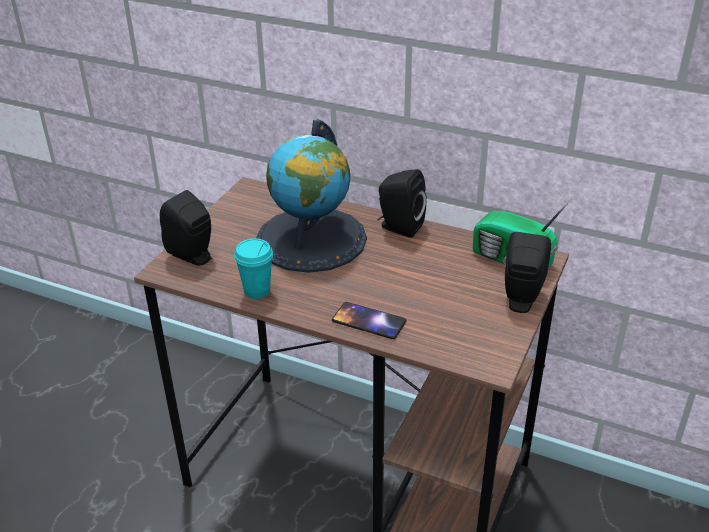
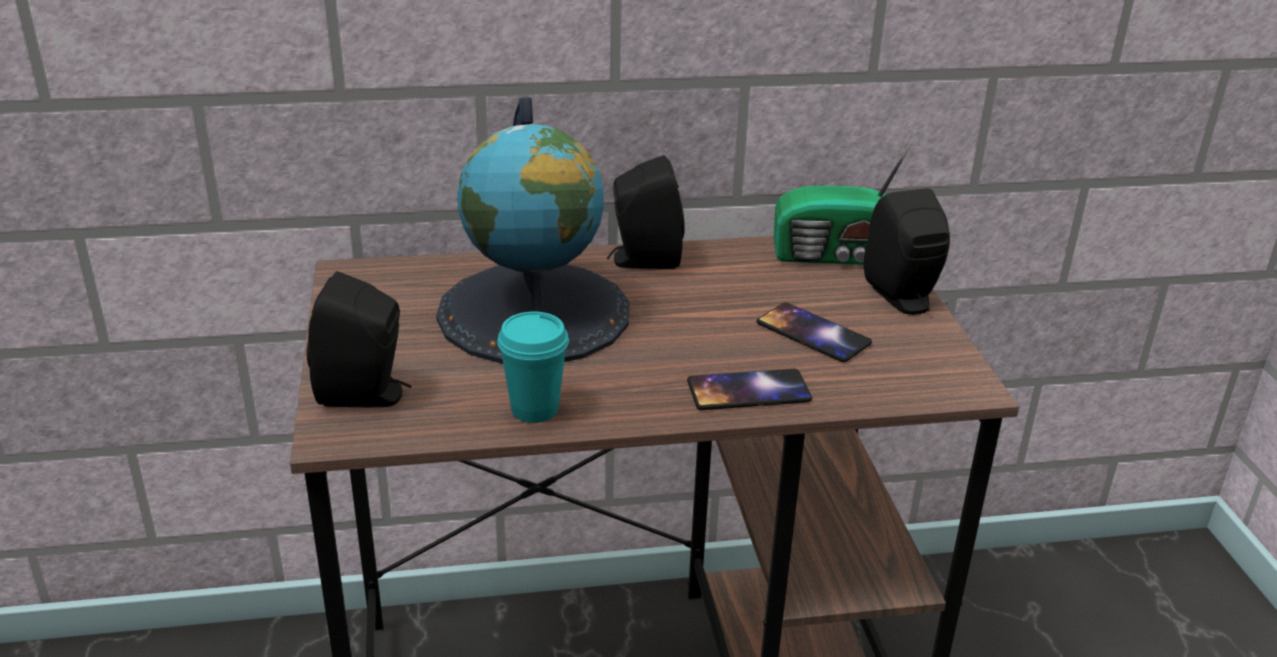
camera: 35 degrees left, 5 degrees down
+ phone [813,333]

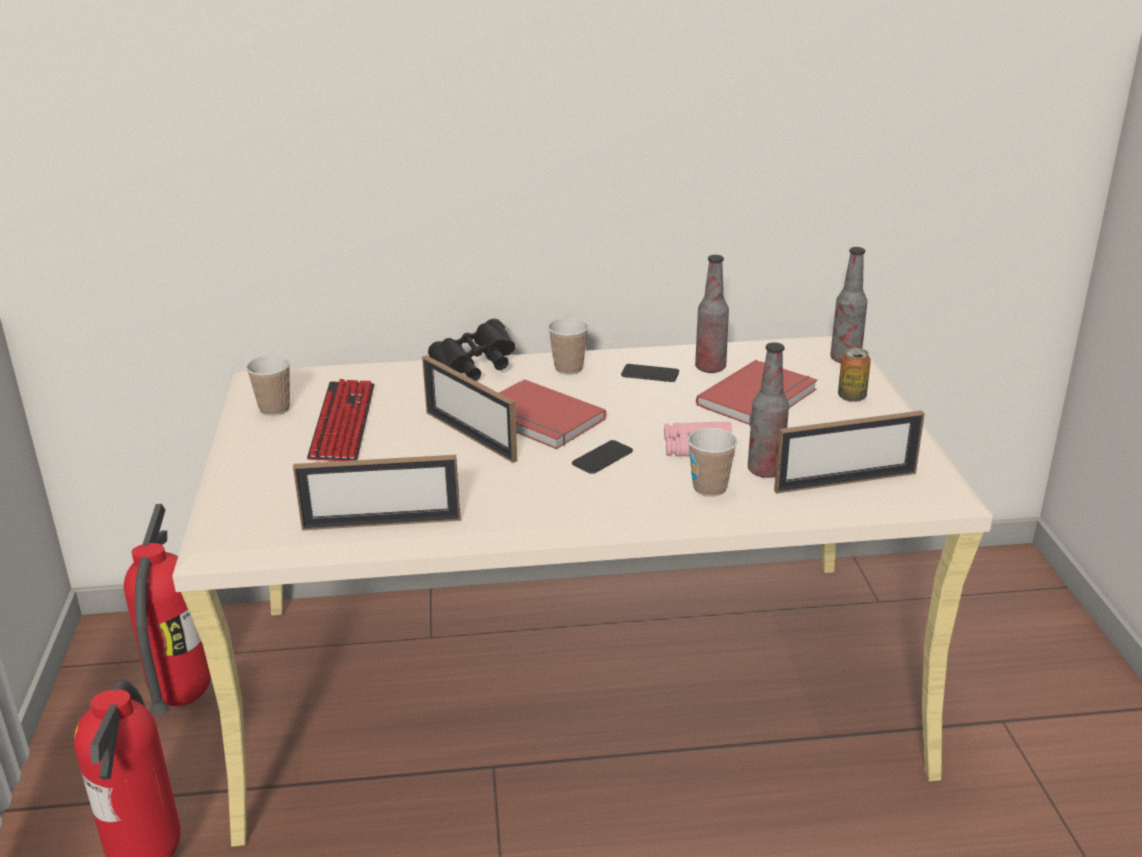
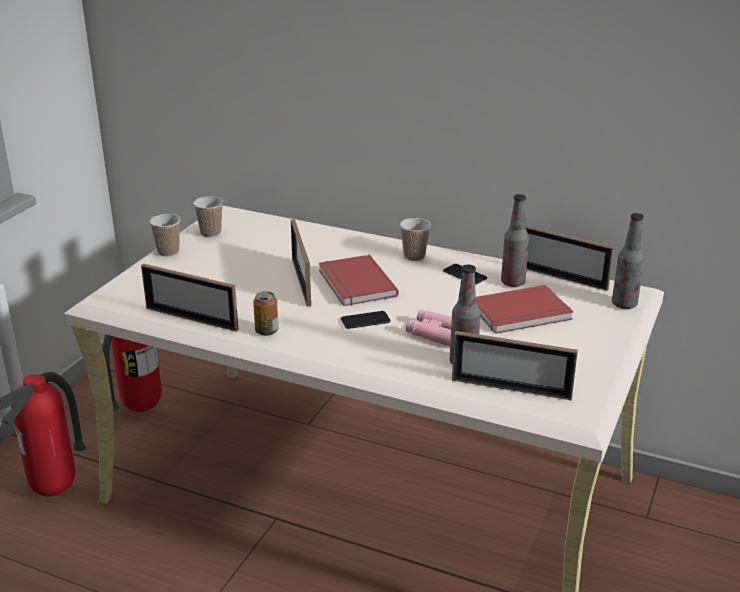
camera: 30 degrees right, 0 degrees up
~ cup [710,488] to [168,252]
~ can [851,397] to [267,331]
+ picture_frame [560,277]
- keyboard [343,423]
- black_binoculars [475,367]

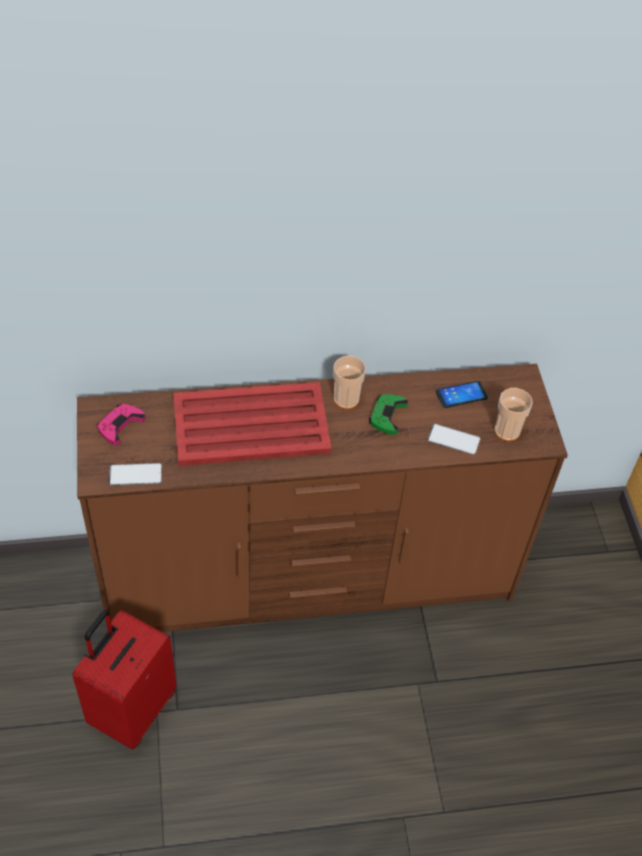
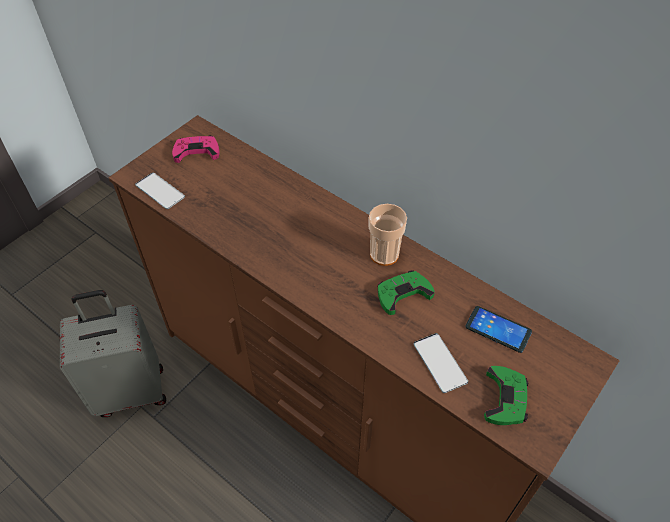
camera: 50 degrees right, 0 degrees up
~ red_suitcase [132,709] to grey_suitcase [131,390]
~ cup [507,431] to green_game_controller [505,399]
- red_tray [249,425]

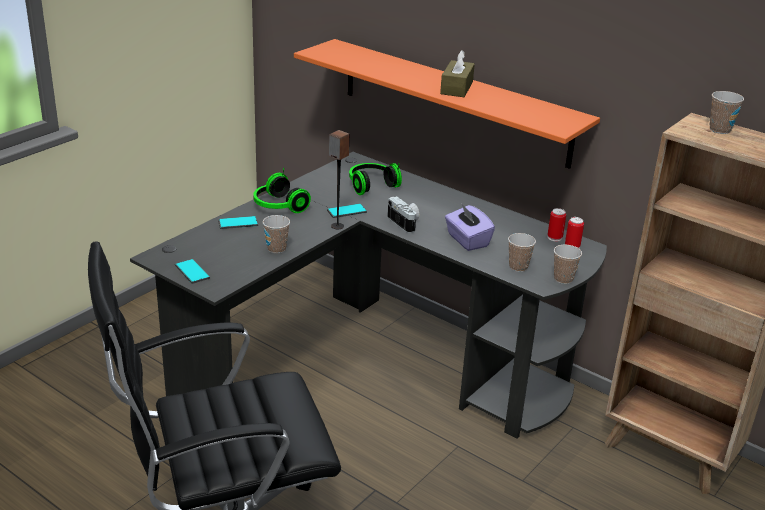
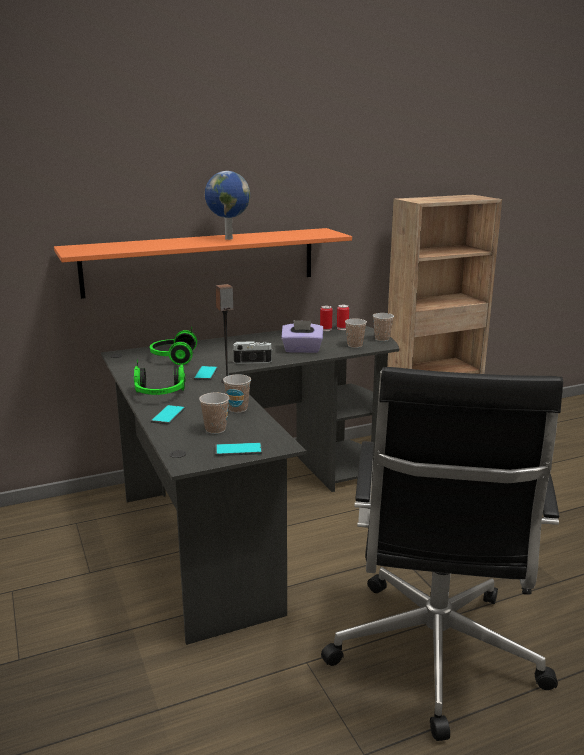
camera: 60 degrees left, 10 degrees down
~ cup [720,130] to [215,429]
~ brown_tissue_box [456,88] to globe [228,239]

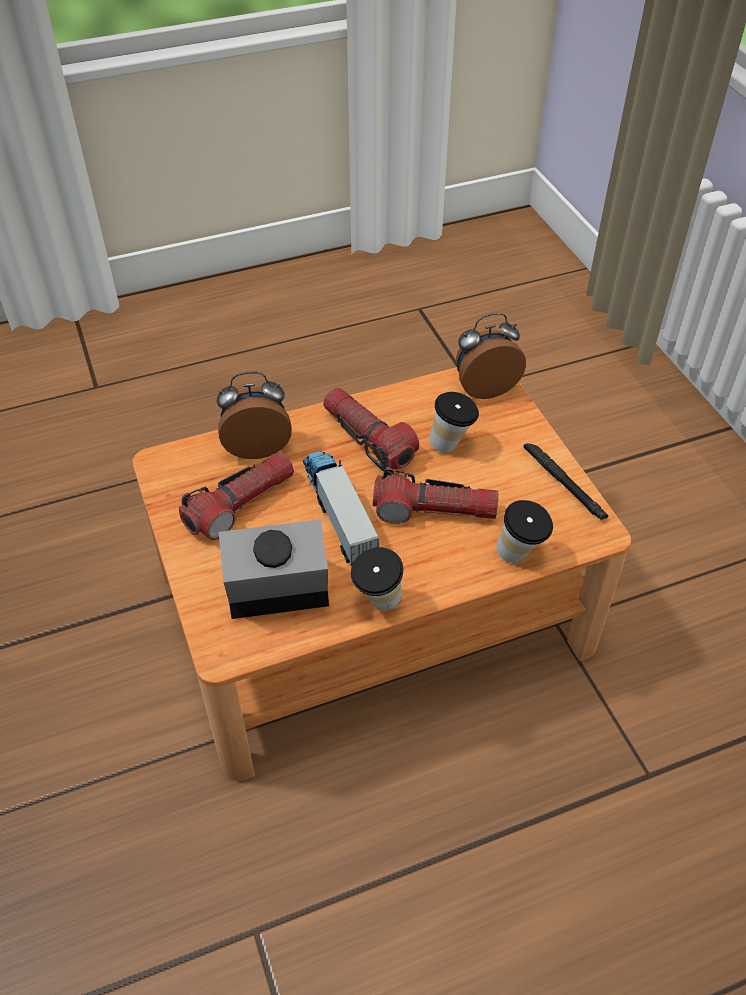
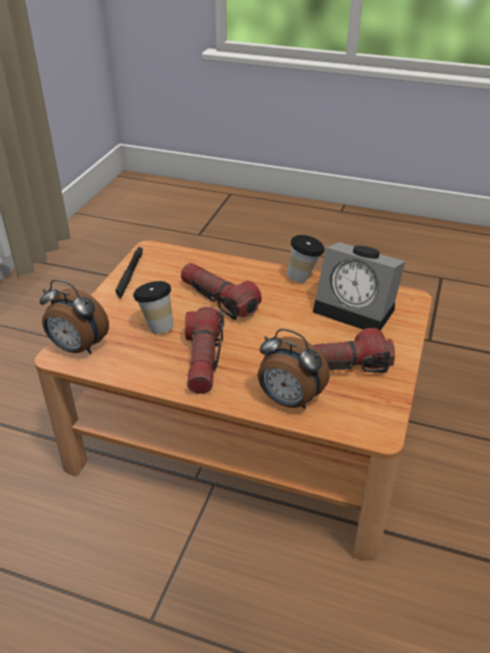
camera: 140 degrees left, 10 degrees down
- toy_truck [338,512]
- cup [520,556]

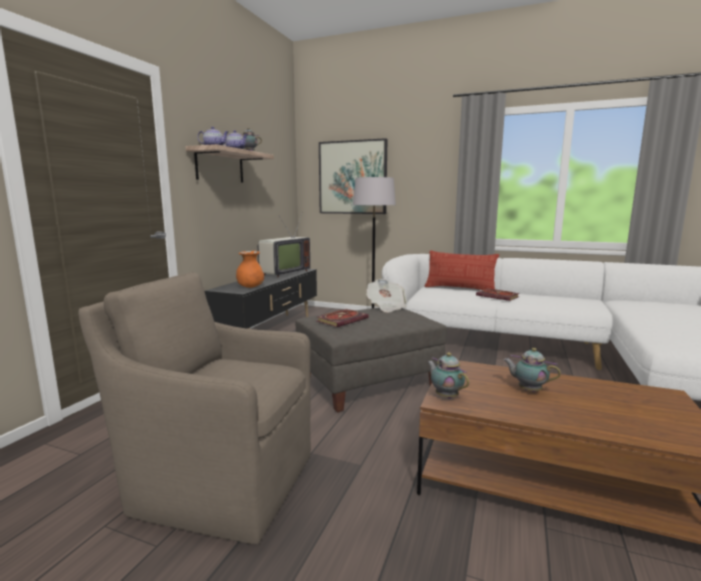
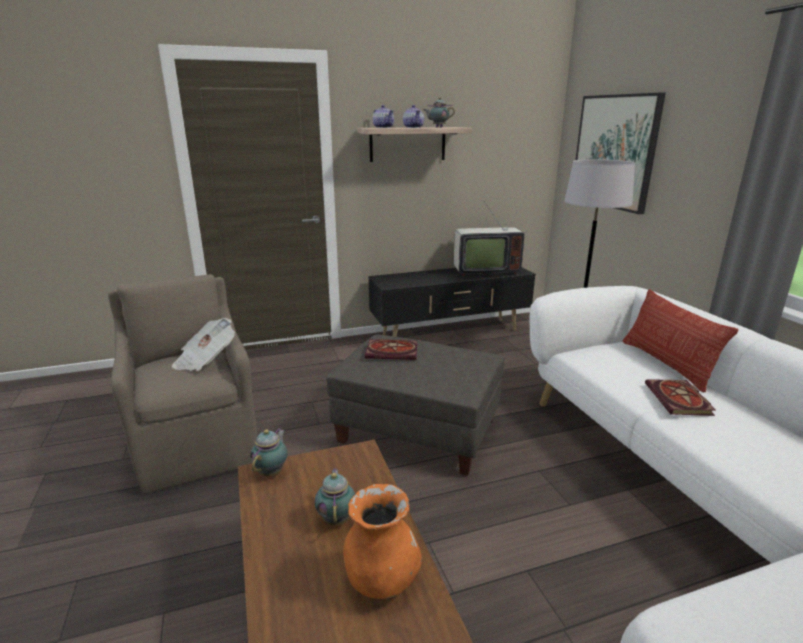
camera: 50 degrees right, 10 degrees up
~ newspaper [386,306] to [205,360]
~ orange_vase [250,287] to [381,579]

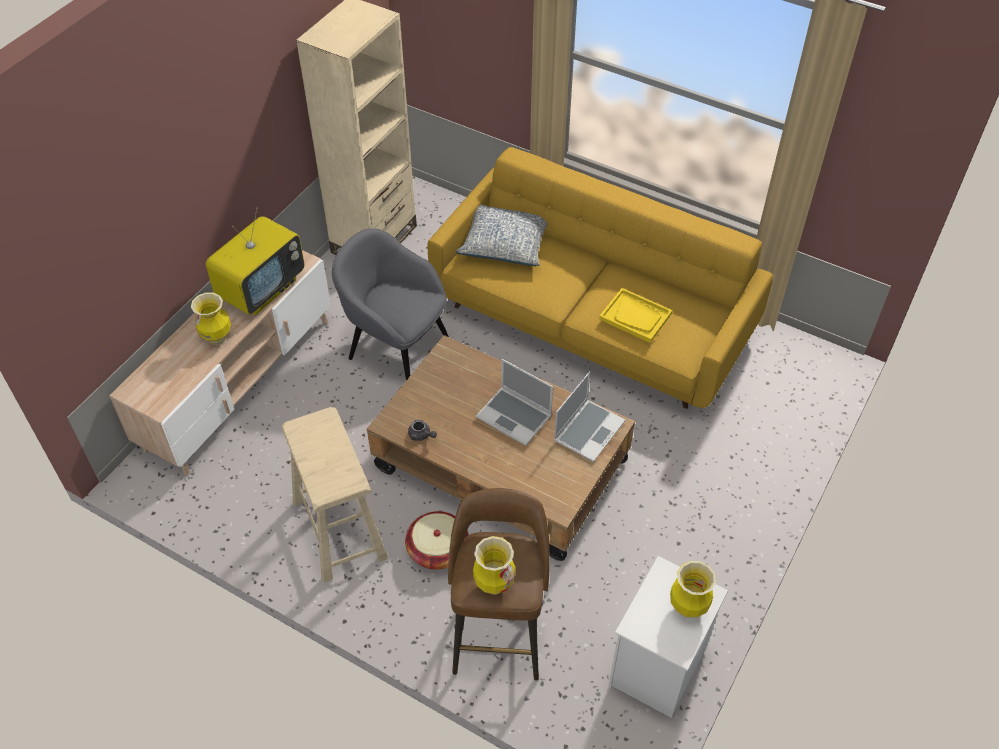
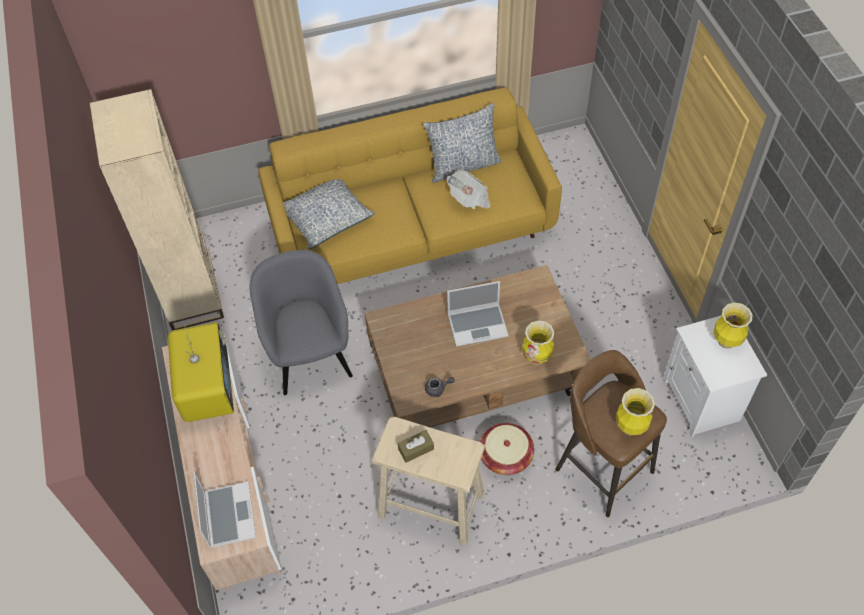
camera: 45 degrees left, 5 degrees up
~ laptop [588,430] to [228,515]
~ grey_armchair [397,347] = [310,355] 90 degrees clockwise
+ brown_tissue_box [416,449]
+ pillow [463,165]
~ yellow_tray [635,316] to newspaper [469,199]
~ vase [217,338] to [537,357]

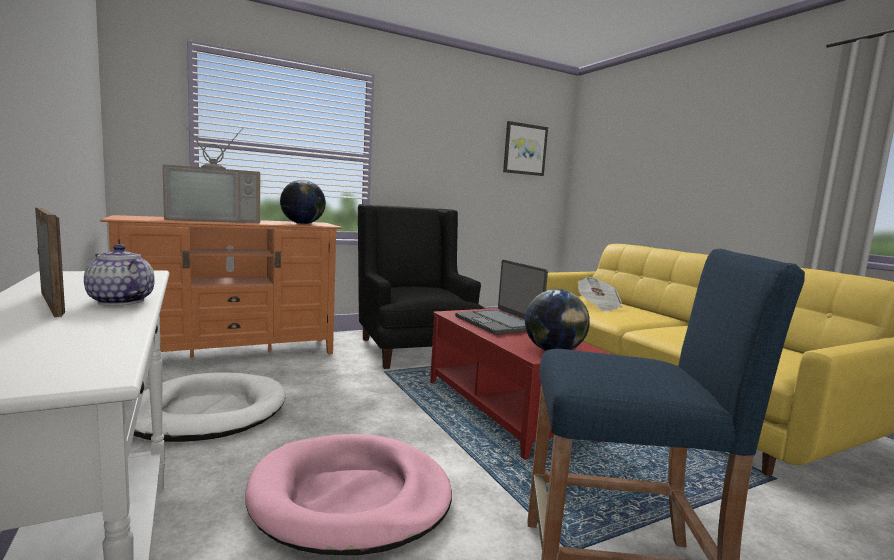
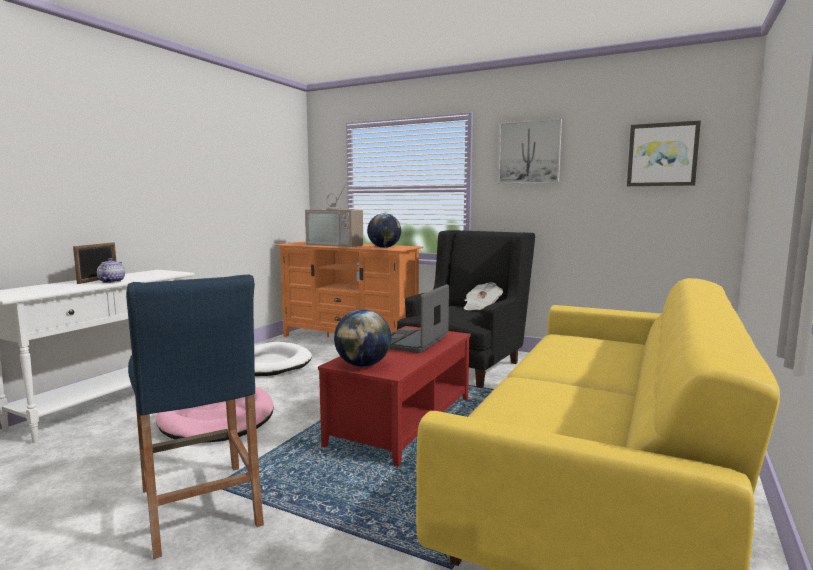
camera: 55 degrees right, 0 degrees up
~ newspaper [598,306] to [481,307]
+ picture [529,152]

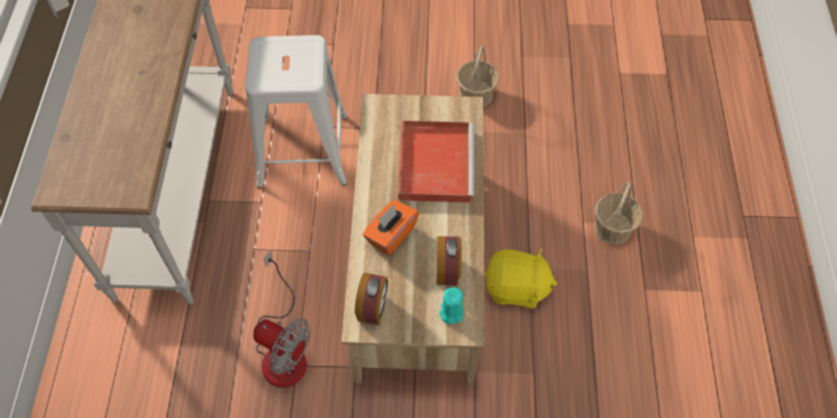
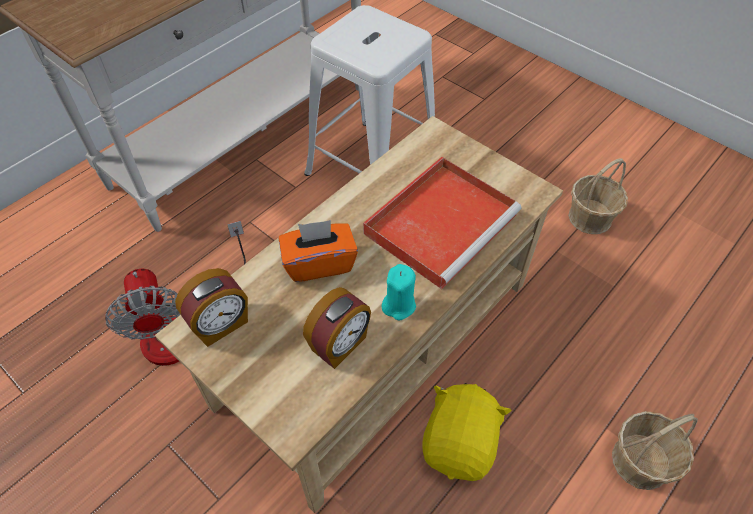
camera: 40 degrees right, 5 degrees down
~ turquoise_candle [451,312] to [399,305]
~ yellow_plush_toy [516,288] = [460,443] 120 degrees counterclockwise

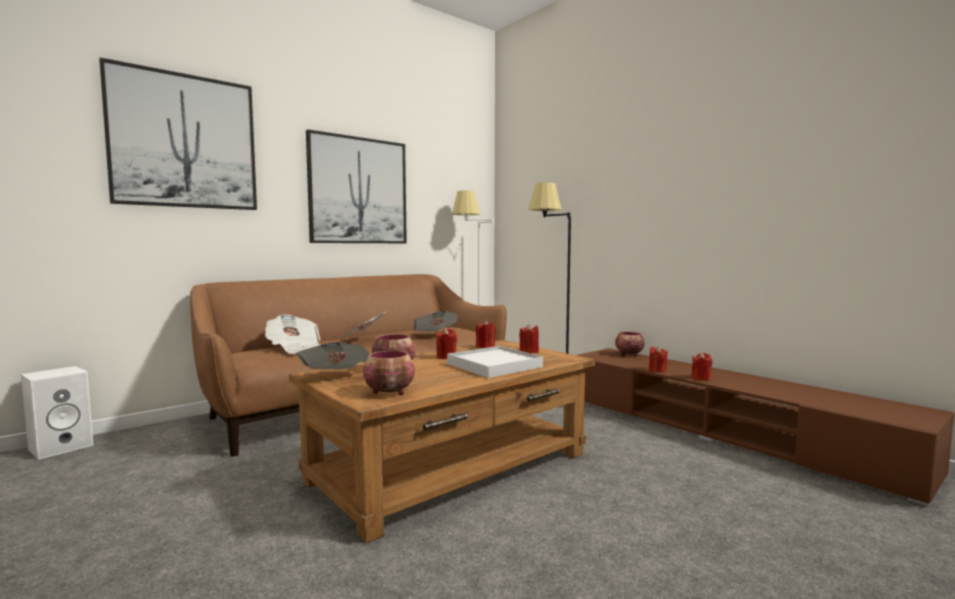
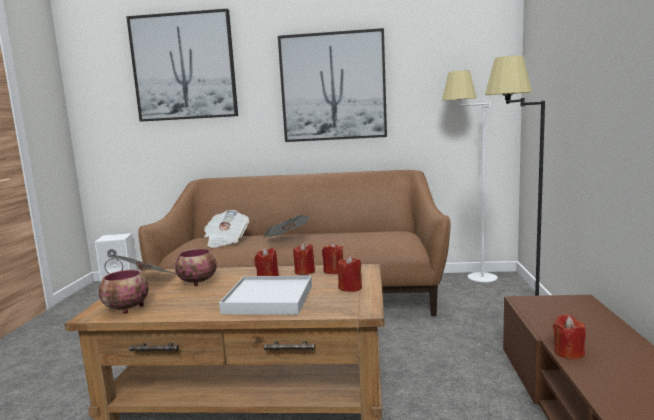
camera: 45 degrees right, 5 degrees up
~ red_candle [701,378] to [304,272]
- newspaper [435,335]
- bowl [629,354]

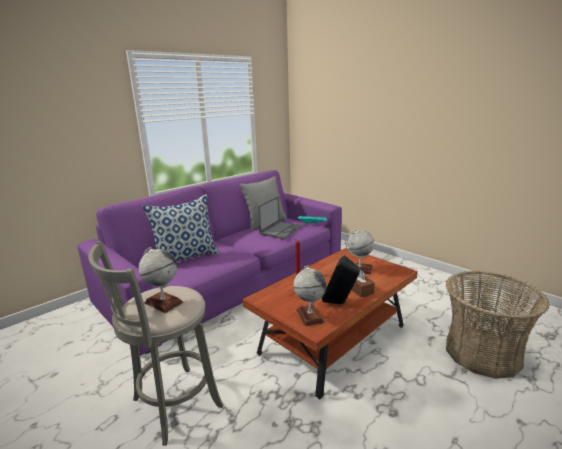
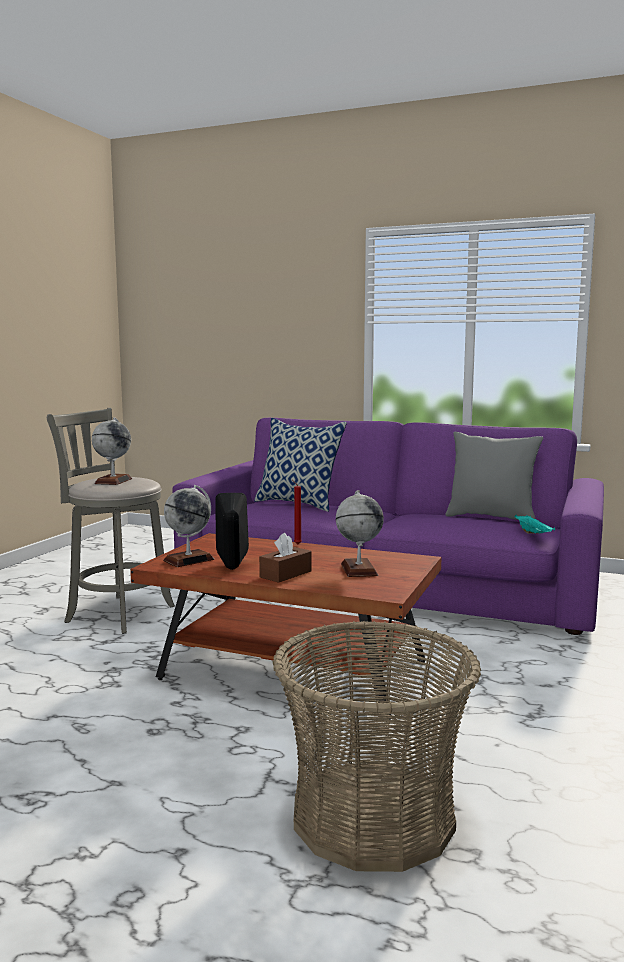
camera: 65 degrees right, 10 degrees down
- laptop [281,230]

